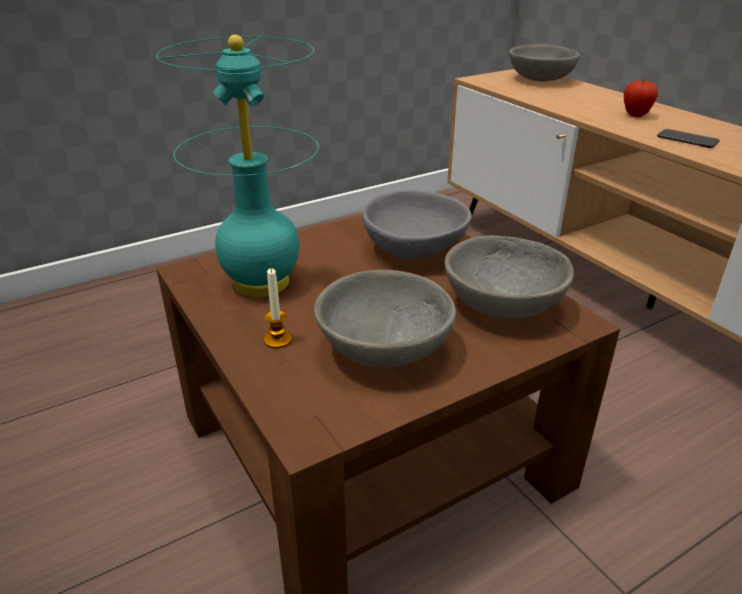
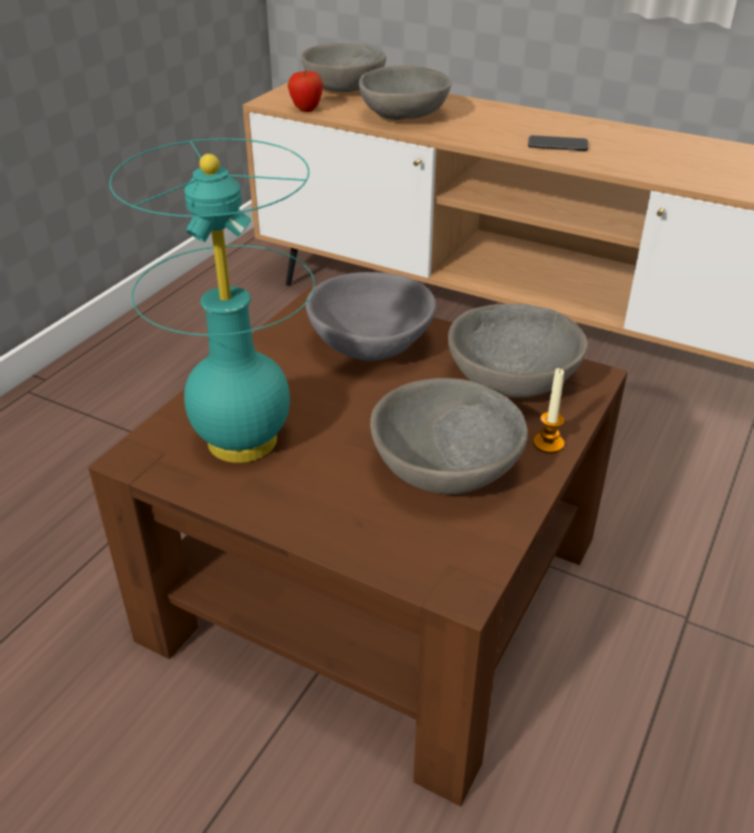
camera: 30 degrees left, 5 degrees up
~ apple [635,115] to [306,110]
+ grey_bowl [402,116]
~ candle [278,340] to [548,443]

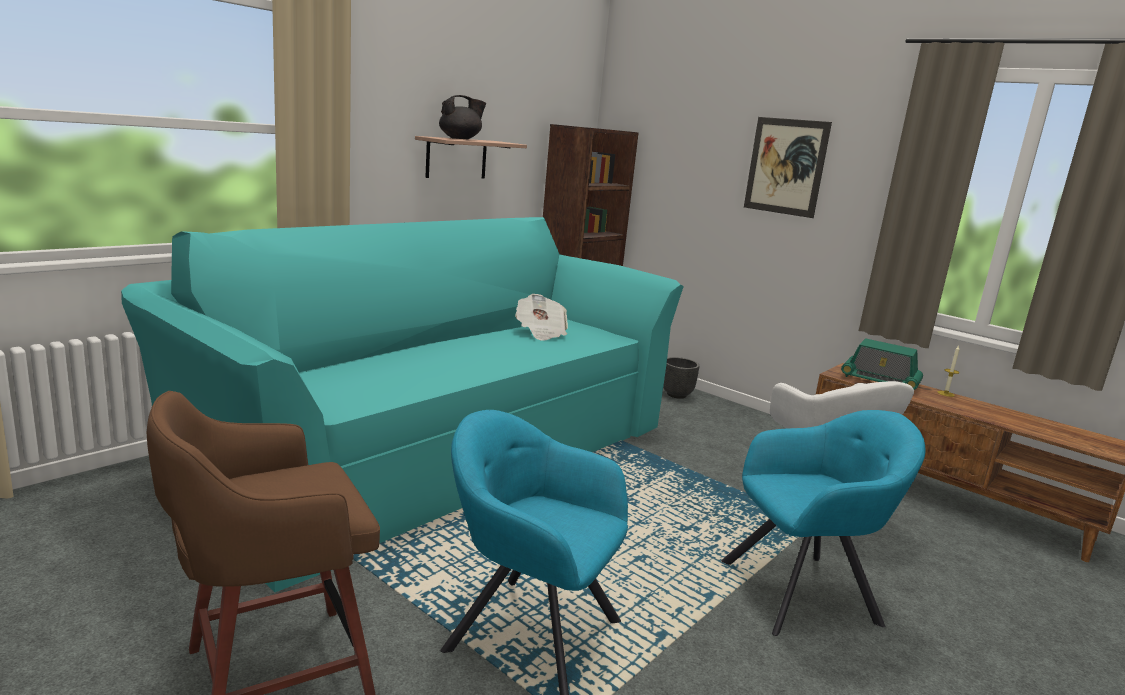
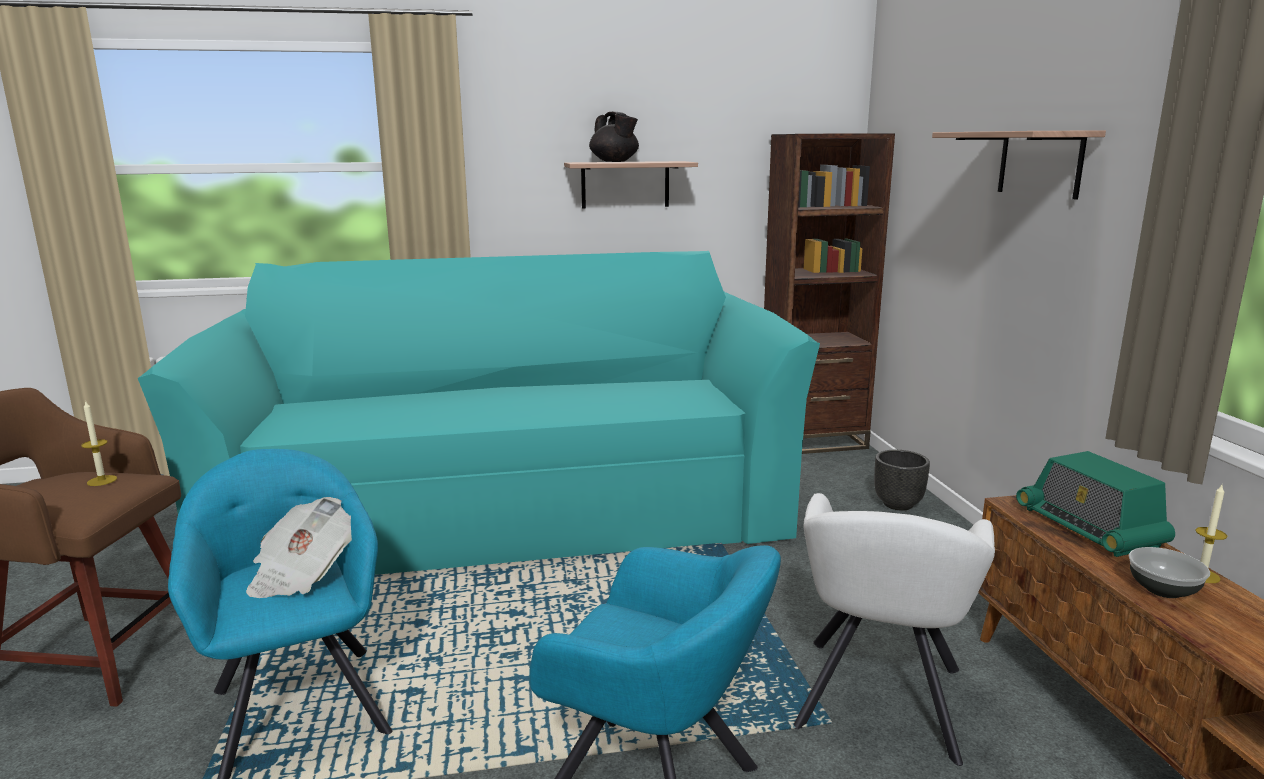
camera: 40 degrees right, 0 degrees up
+ candle [102,480]
~ newspaper [540,332] to [302,574]
~ black_teapot [460,139] = [614,162] 45 degrees clockwise
~ picture [786,166] to shelf [1040,163]
+ bowl [1163,589]

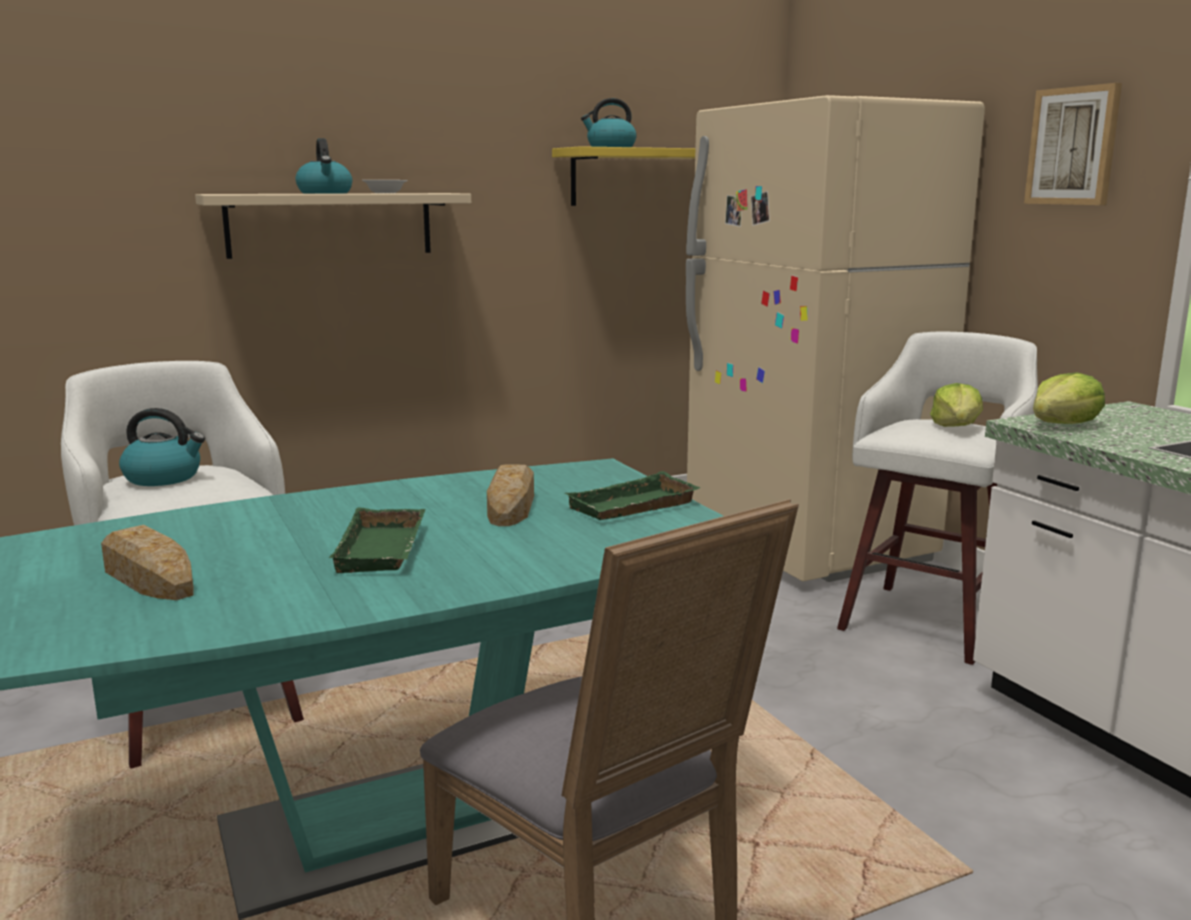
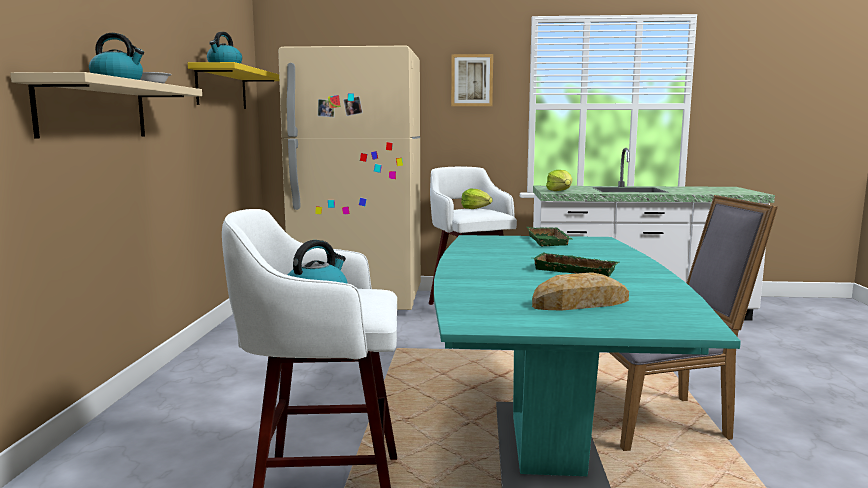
camera: 60 degrees left, 5 degrees down
- bread [511,505]

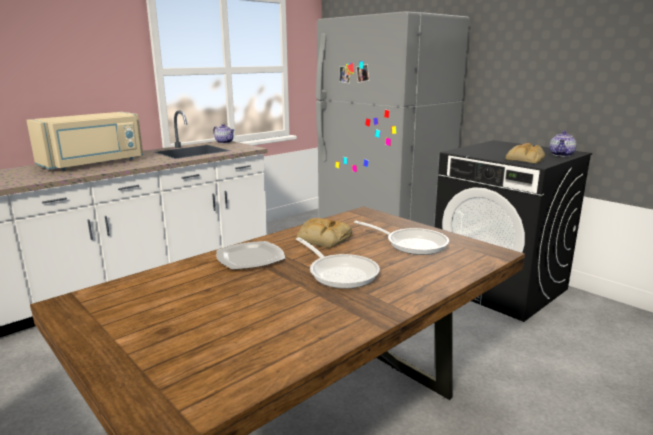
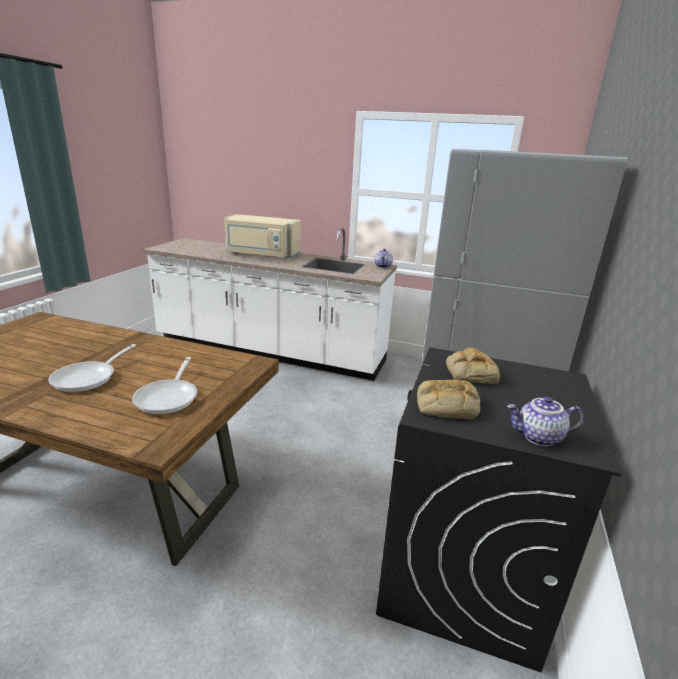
camera: 60 degrees right, 5 degrees up
~ bread [323,239] to [470,372]
- plate [251,258]

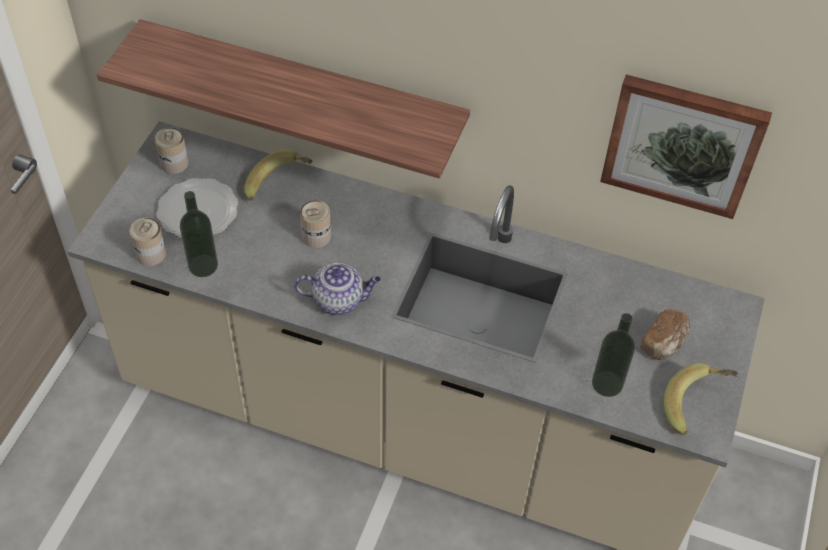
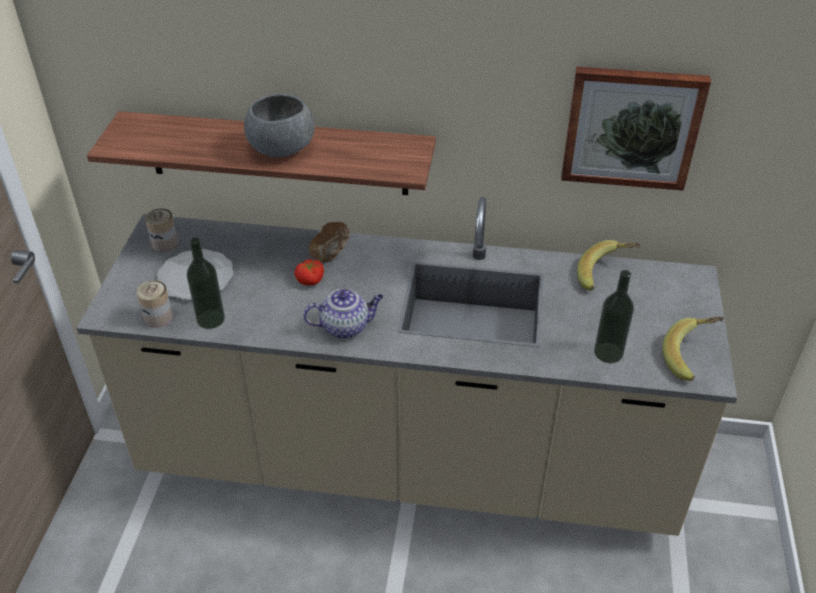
camera: 10 degrees left, 10 degrees down
+ grey_bowl [281,148]
~ can [316,236] to tomato [311,280]
~ bread [664,343] to [332,251]
~ banana [279,186] to [606,275]

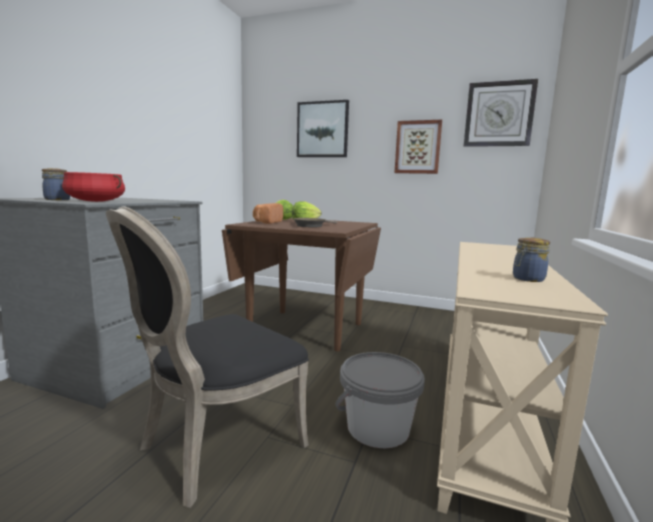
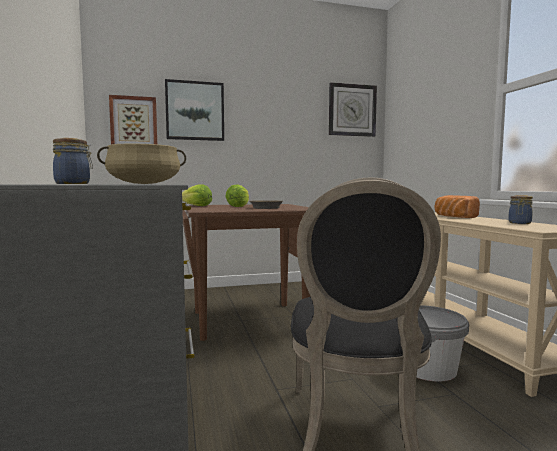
camera: 35 degrees left, 5 degrees down
~ red_cooking_pot [95,201] to beige_cooking_pot [144,184]
~ picture [417,147] to [134,123]
~ bread [267,222] to [453,217]

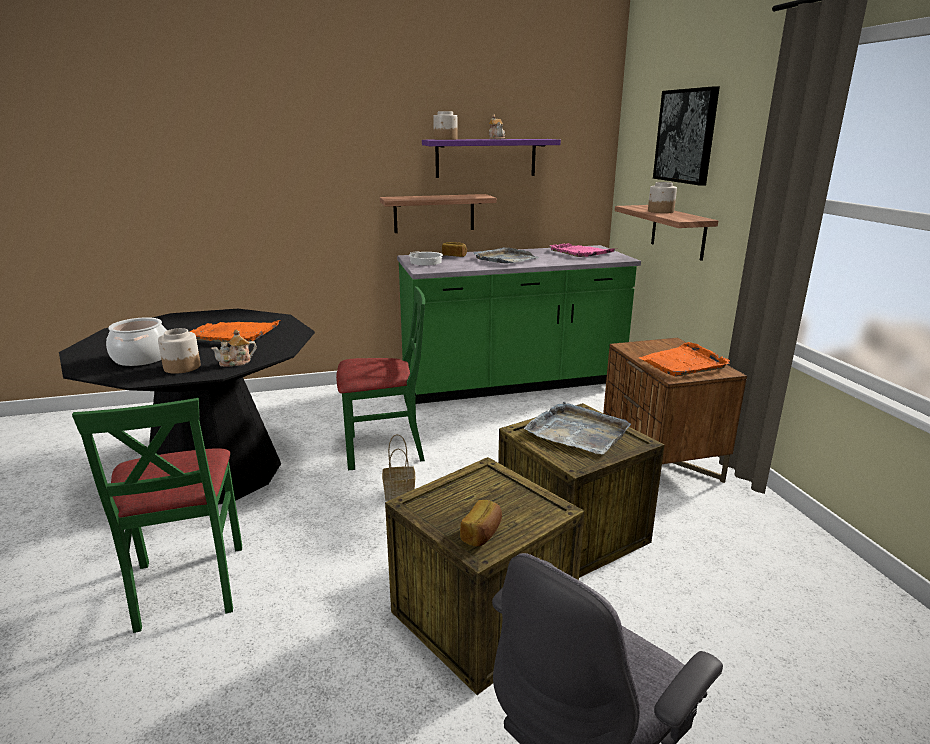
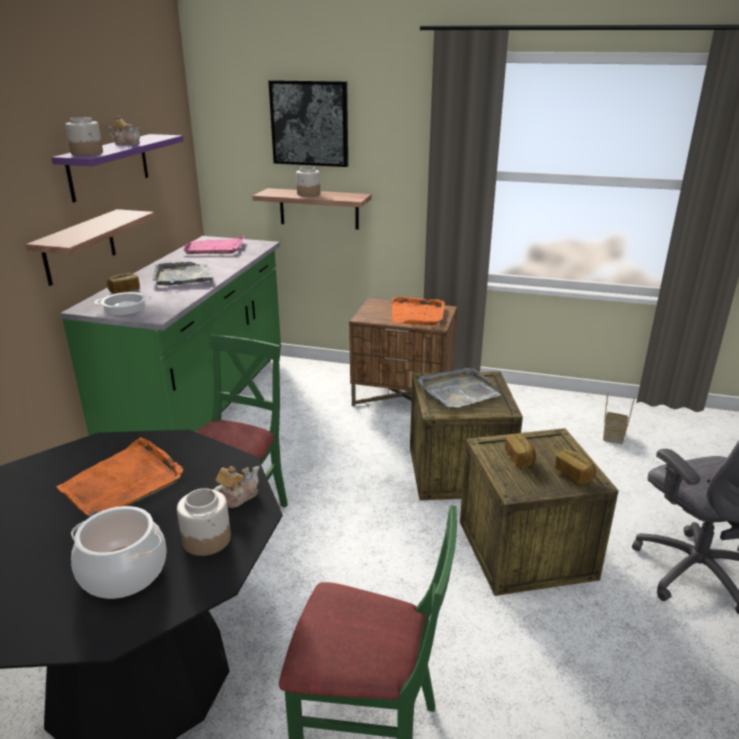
camera: 60 degrees left, 5 degrees up
~ teapot [236,362] = [237,497] 135 degrees counterclockwise
+ bread [520,458]
~ basket [400,493] to [613,435]

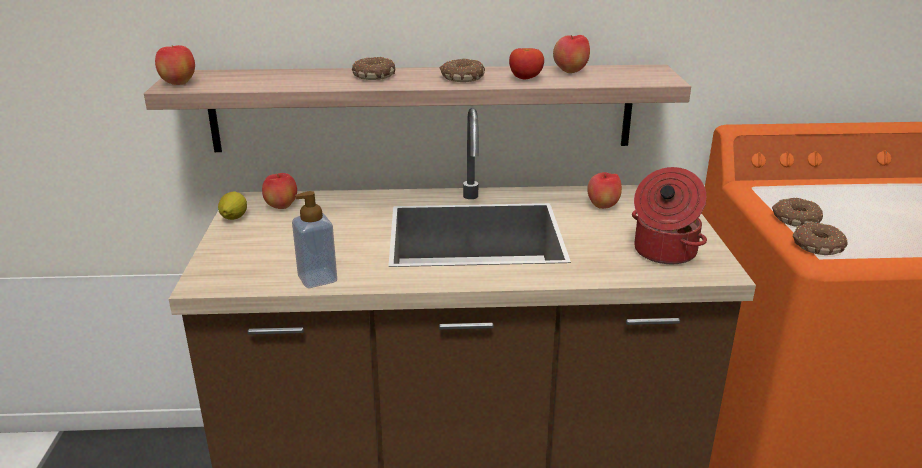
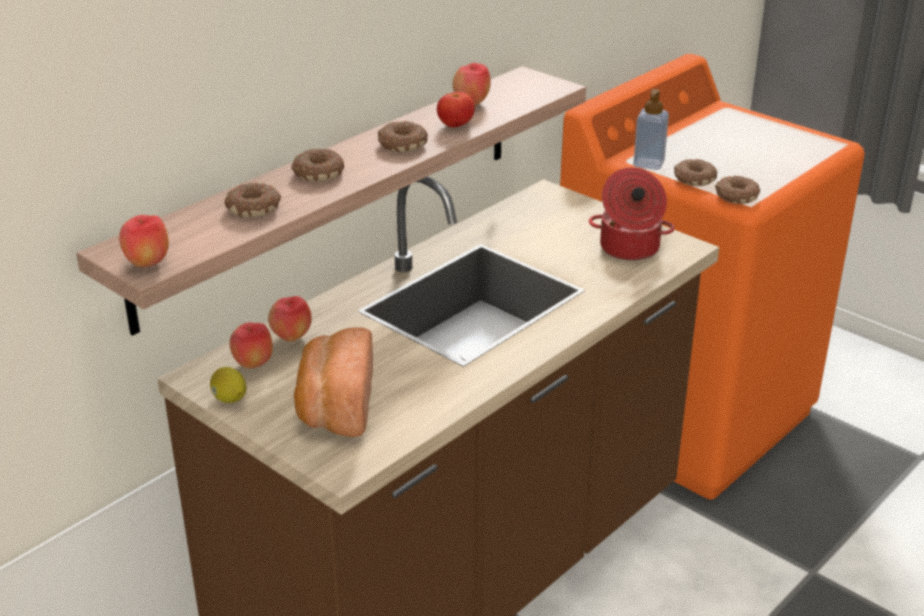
camera: 45 degrees left, 5 degrees up
+ donut [254,208]
~ apple [602,206] to [291,337]
+ bread [335,406]
~ soap_dispenser [317,278] to [648,163]

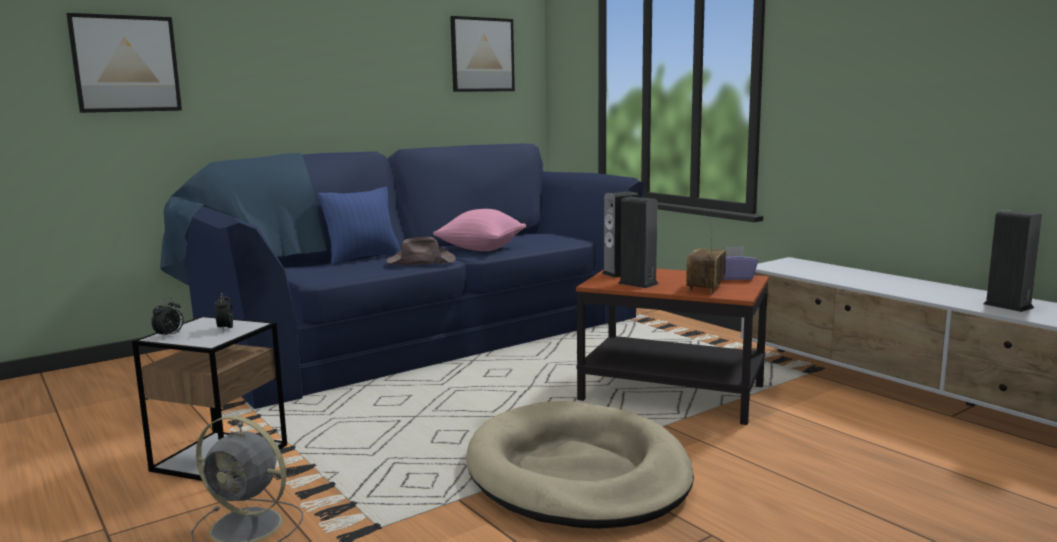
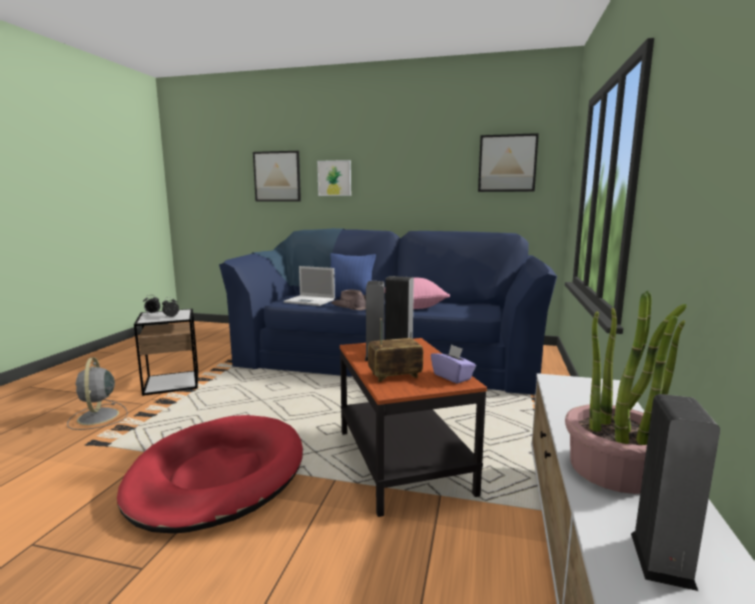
camera: 50 degrees right, 0 degrees up
~ beige_dog_bed [578,473] to red_dog_bed [217,476]
+ laptop [310,301]
+ picture [334,178]
+ potted_plant [614,469]

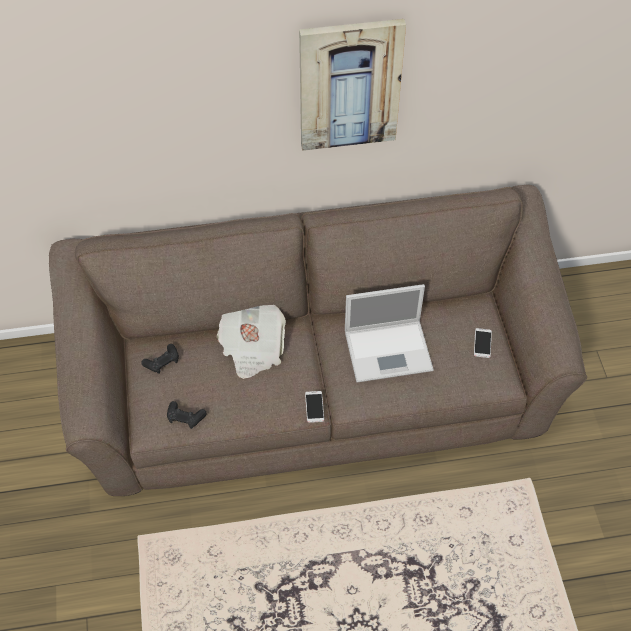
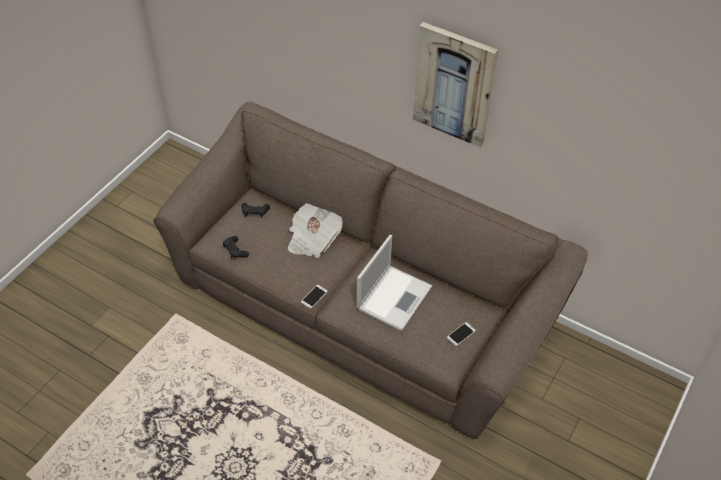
camera: 40 degrees right, 5 degrees down
~ laptop [390,350] = [395,296] 90 degrees counterclockwise

